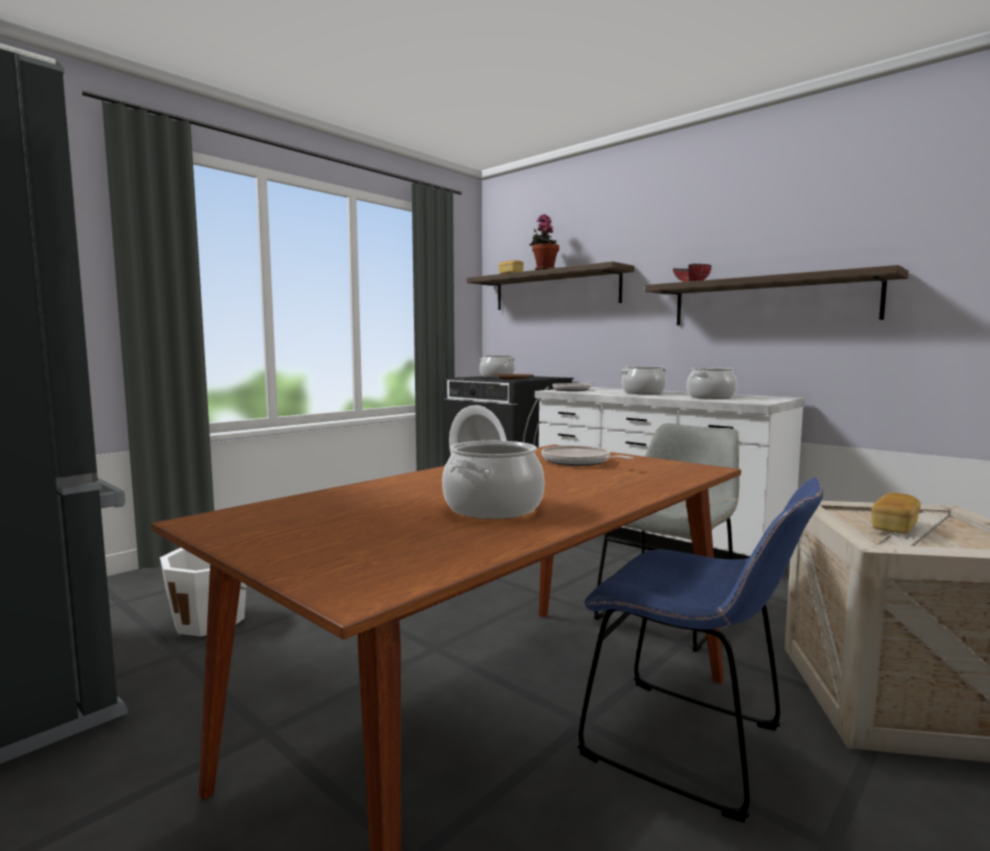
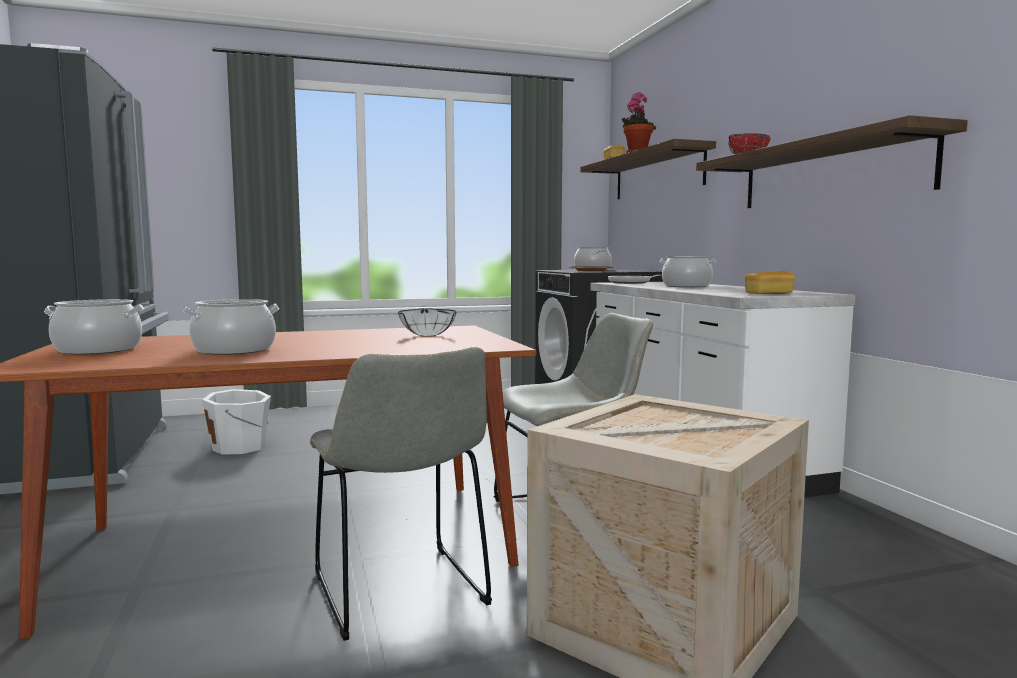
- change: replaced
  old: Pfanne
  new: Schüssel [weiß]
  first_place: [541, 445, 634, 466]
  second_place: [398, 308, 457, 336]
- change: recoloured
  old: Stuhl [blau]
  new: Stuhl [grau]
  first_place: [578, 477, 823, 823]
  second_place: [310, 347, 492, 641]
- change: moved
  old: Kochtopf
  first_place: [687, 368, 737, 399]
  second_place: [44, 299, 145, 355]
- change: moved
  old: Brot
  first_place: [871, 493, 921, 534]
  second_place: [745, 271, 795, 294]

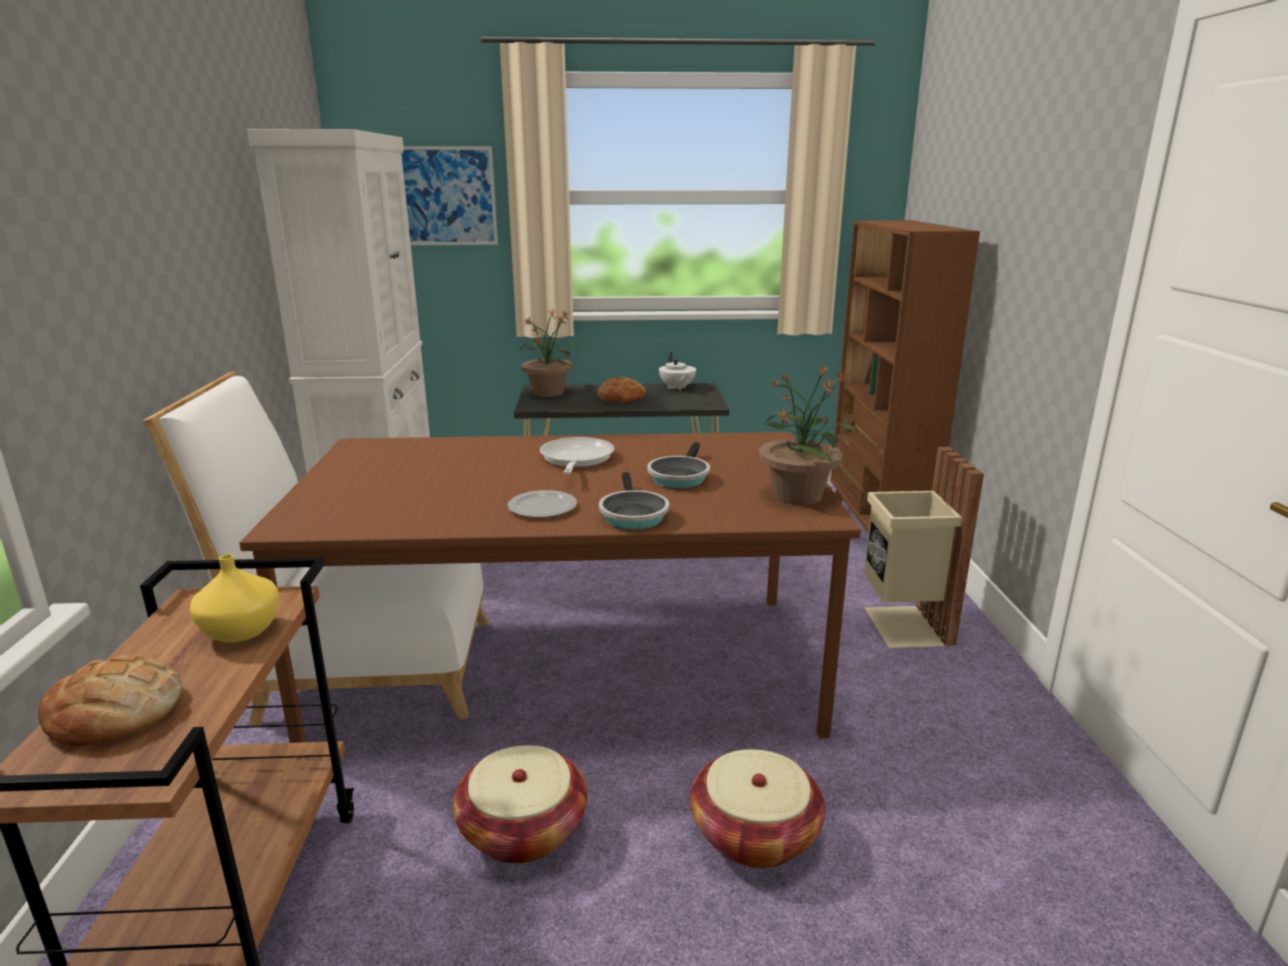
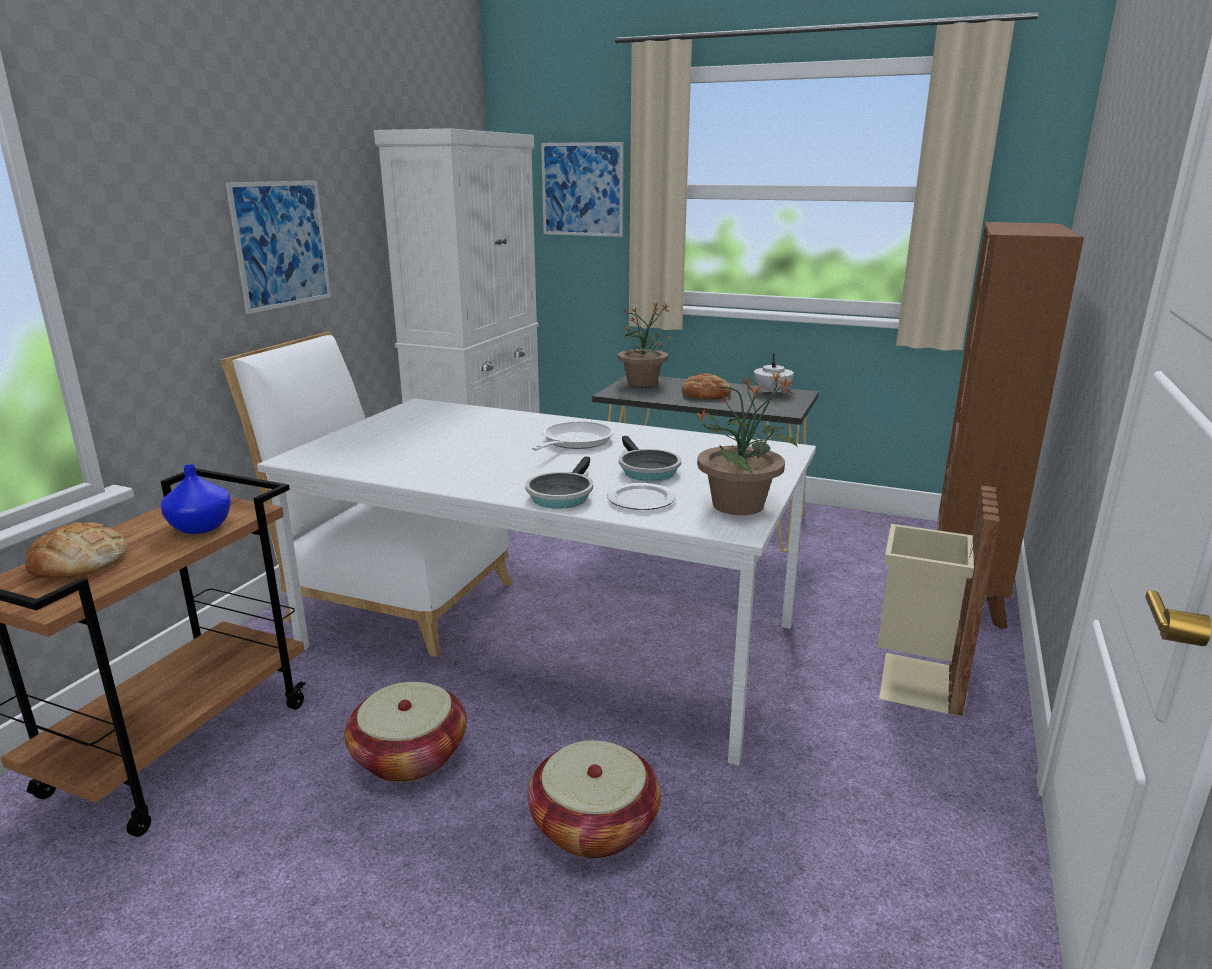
- change: recoloured
  old: Vase [gelb]
  new: Vase [blau]
  first_place: [190, 554, 280, 643]
  second_place: [160, 464, 231, 534]
- change: recoloured
  old: Esstisch [braun]
  new: Esstisch [weiß]
  first_place: [239, 432, 861, 743]
  second_place: [257, 399, 816, 765]
- change: moved
  old: Teller
  first_place: [508, 490, 577, 518]
  second_place: [607, 483, 676, 510]
- change: turned
  old: Pfanne
  first_place: [647, 442, 710, 489]
  second_place: [619, 436, 681, 481]
  degrees: -60
- change: added
  new: Bild
  second_place: [225, 181, 331, 314]

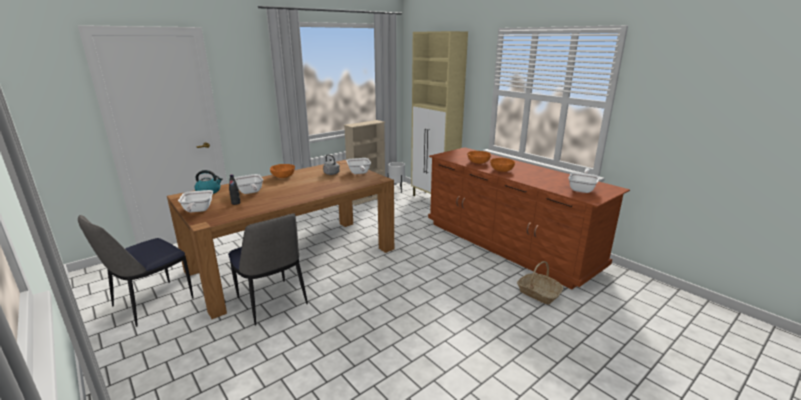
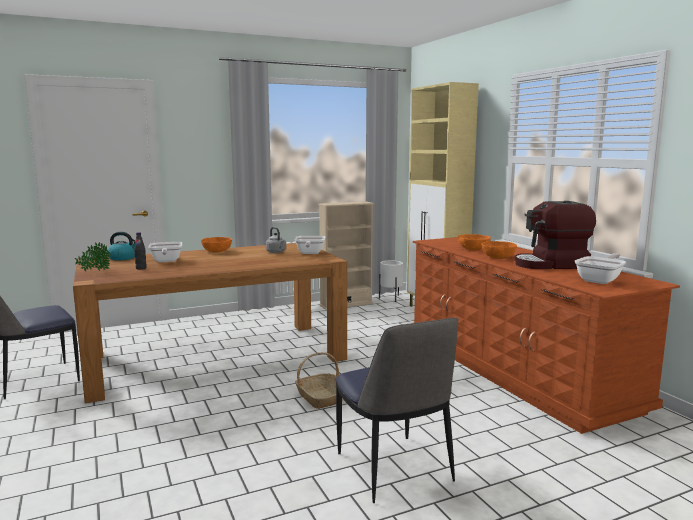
- change: replaced
  old: Pfanne
  new: Topfpflanze
  first_place: [178, 190, 213, 212]
  second_place: [75, 242, 111, 272]
- change: moved
  old: Stuhl
  first_place: [228, 214, 308, 325]
  second_place: [336, 318, 458, 503]
- change: moved
  old: Korb
  first_place: [517, 261, 563, 305]
  second_place: [295, 352, 343, 409]
- change: added
  new: Kaffeemaschine
  second_place: [515, 201, 596, 269]

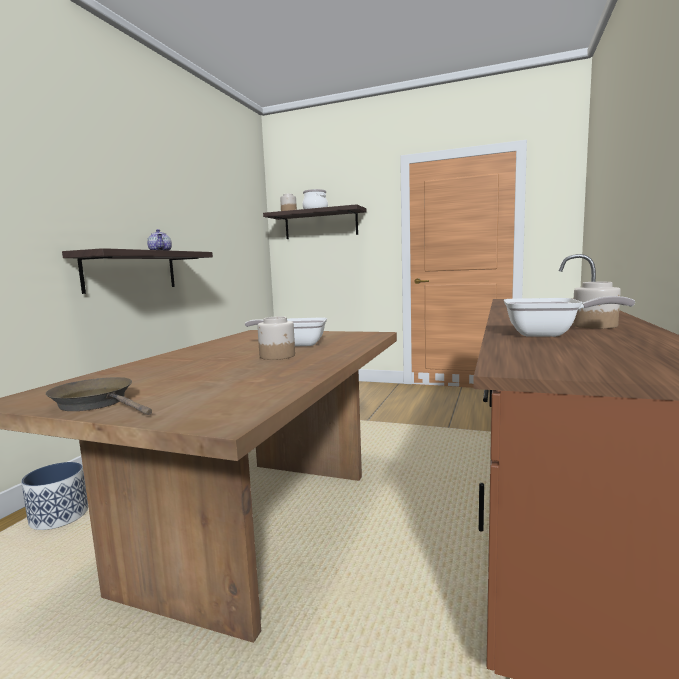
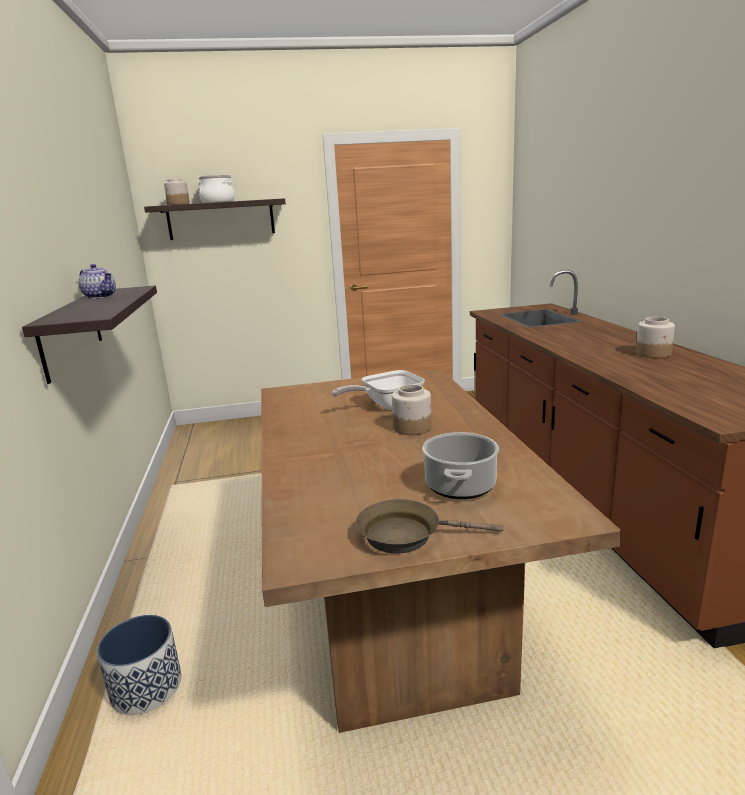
- change: removed
  old: Pfanne
  first_place: [504, 296, 635, 337]
- change: added
  new: Kochtopf
  second_place: [422, 432, 499, 499]

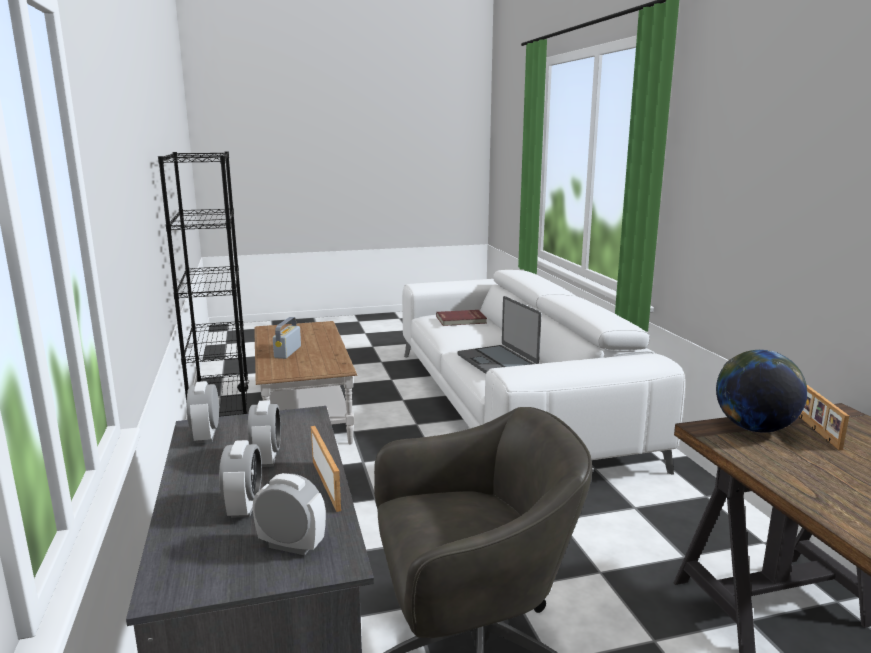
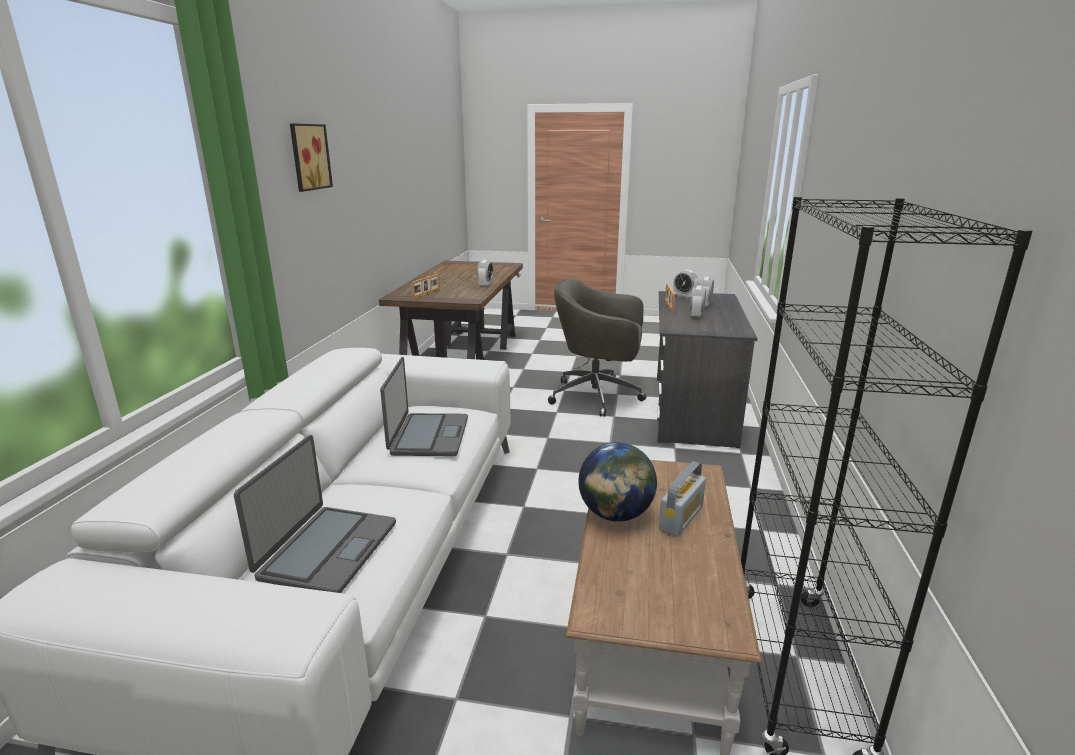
- change: moved
  old: Wecker
  first_place: [187, 381, 219, 443]
  second_place: [477, 260, 493, 287]
- change: replaced
  old: Buch [rot]
  new: Laptop
  first_place: [436, 310, 487, 326]
  second_place: [234, 435, 396, 593]
- change: moved
  old: Globus
  first_place: [716, 350, 807, 432]
  second_place: [578, 442, 657, 522]
- change: added
  new: Bild
  second_place: [290, 123, 333, 192]

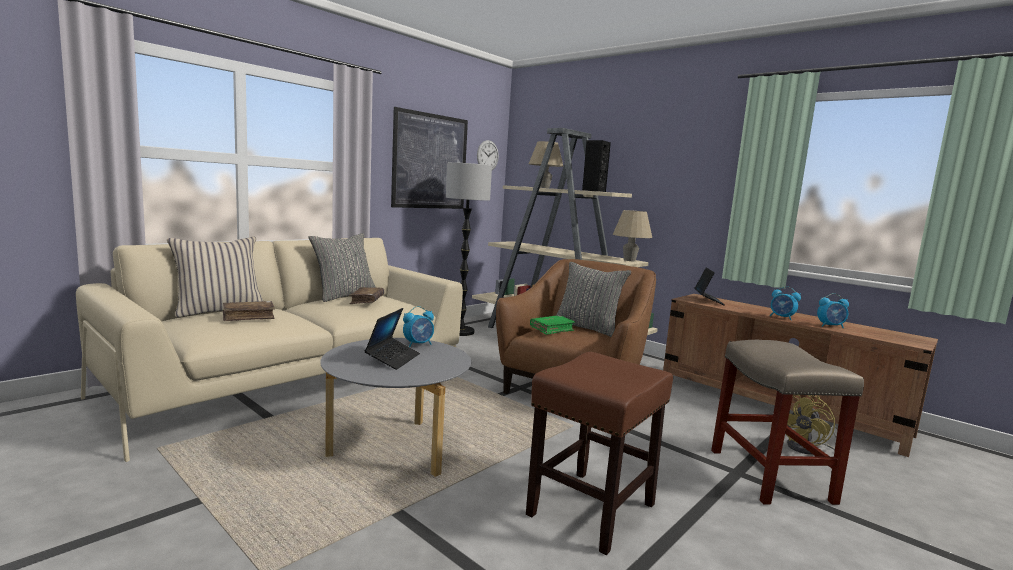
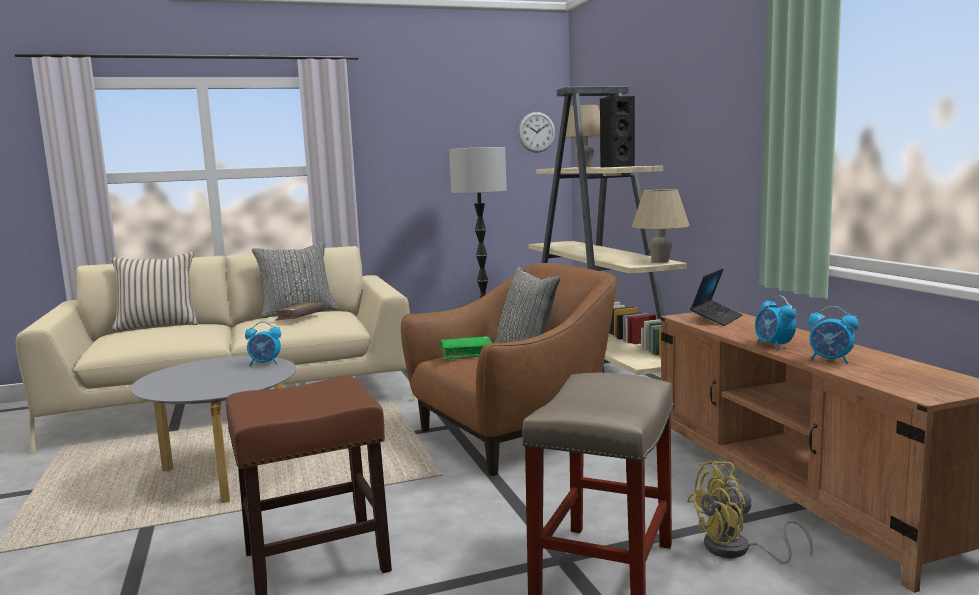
- change: removed
  old: Buch [braun]
  first_place: [223, 301, 275, 321]
- change: removed
  old: Laptop
  first_place: [364, 308, 420, 370]
- change: removed
  old: Bild
  first_place: [391, 107, 468, 209]

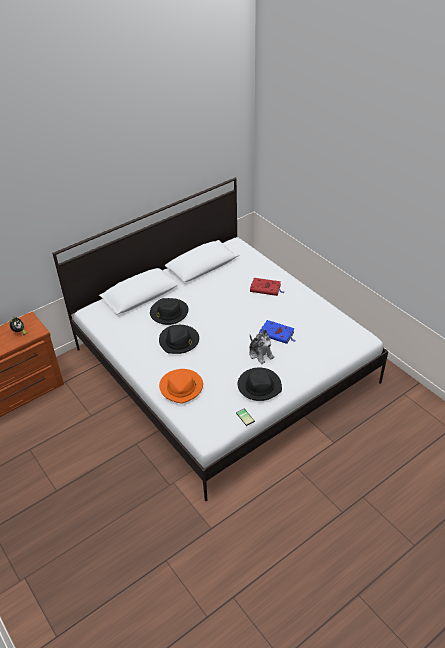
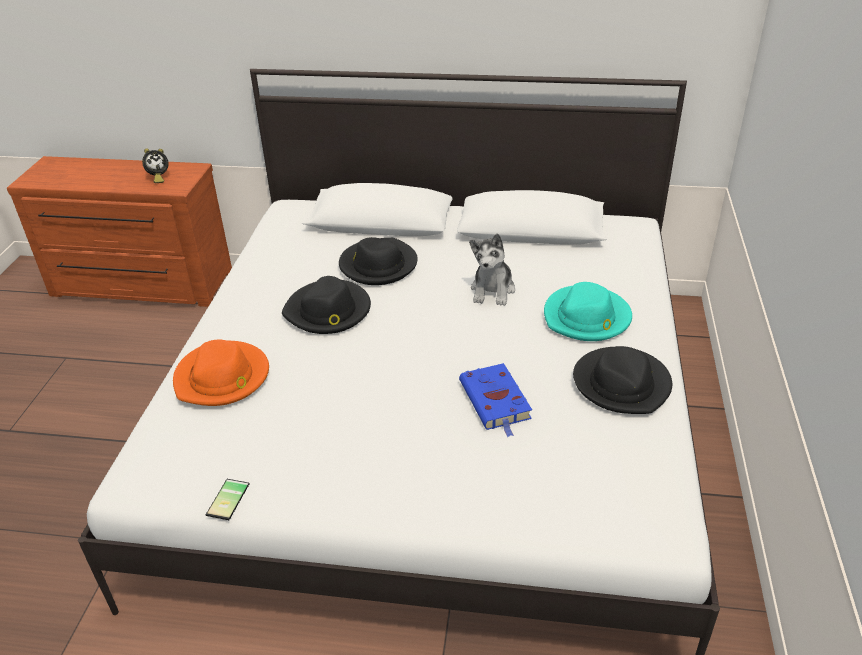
- change: moved
  old: Hut [schwarz]
  first_place: [238, 368, 282, 401]
  second_place: [573, 346, 672, 414]
- change: moved
  old: Plüschtier
  first_place: [249, 330, 274, 364]
  second_place: [469, 233, 515, 306]
- change: replaced
  old: Buch [rot]
  new: Hut [türkis]
  first_place: [250, 278, 284, 296]
  second_place: [544, 282, 632, 341]

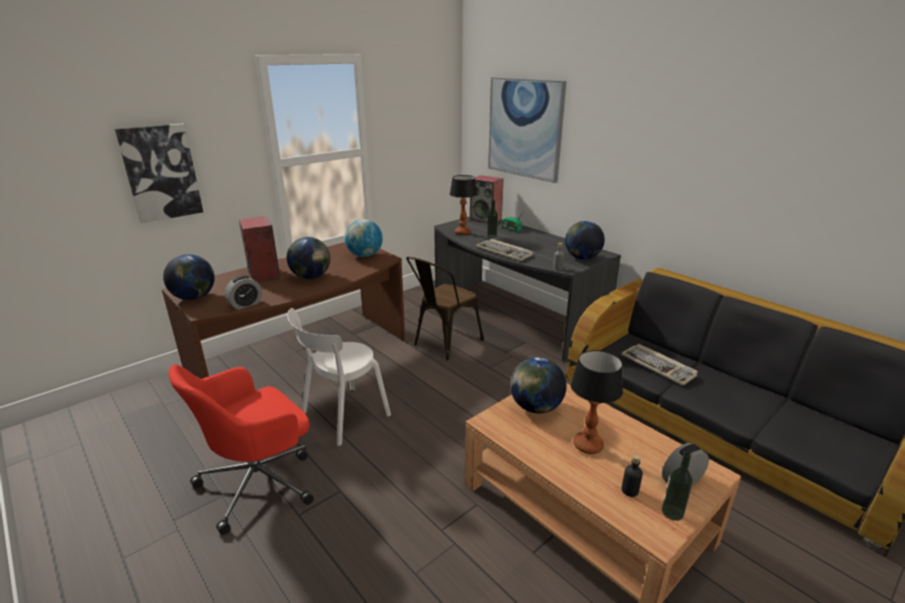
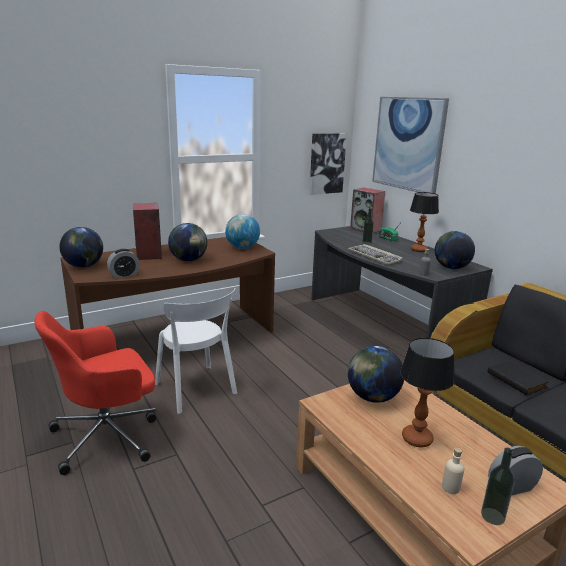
- change: moved
  old: Bild
  first_place: [115, 123, 203, 223]
  second_place: [309, 133, 347, 195]
- change: turned
  old: Stuhl [weiß]
  first_place: [287, 308, 391, 446]
  second_place: [155, 288, 237, 414]
  degrees: -90
- change: removed
  old: Stuhl [braun]
  first_place: [406, 256, 484, 360]
- change: moved
  old: Tischlampe
  first_place: [450, 175, 477, 235]
  second_place: [410, 192, 439, 252]
- change: replaced
  old: Tastatur
  new: Buch [schwarz]
  first_place: [621, 344, 698, 386]
  second_place: [488, 360, 548, 395]
- change: recoloured
  old: Flasche [schwarz]
  new: Flasche [beige]
  first_place: [622, 454, 643, 497]
  second_place: [442, 447, 464, 494]

